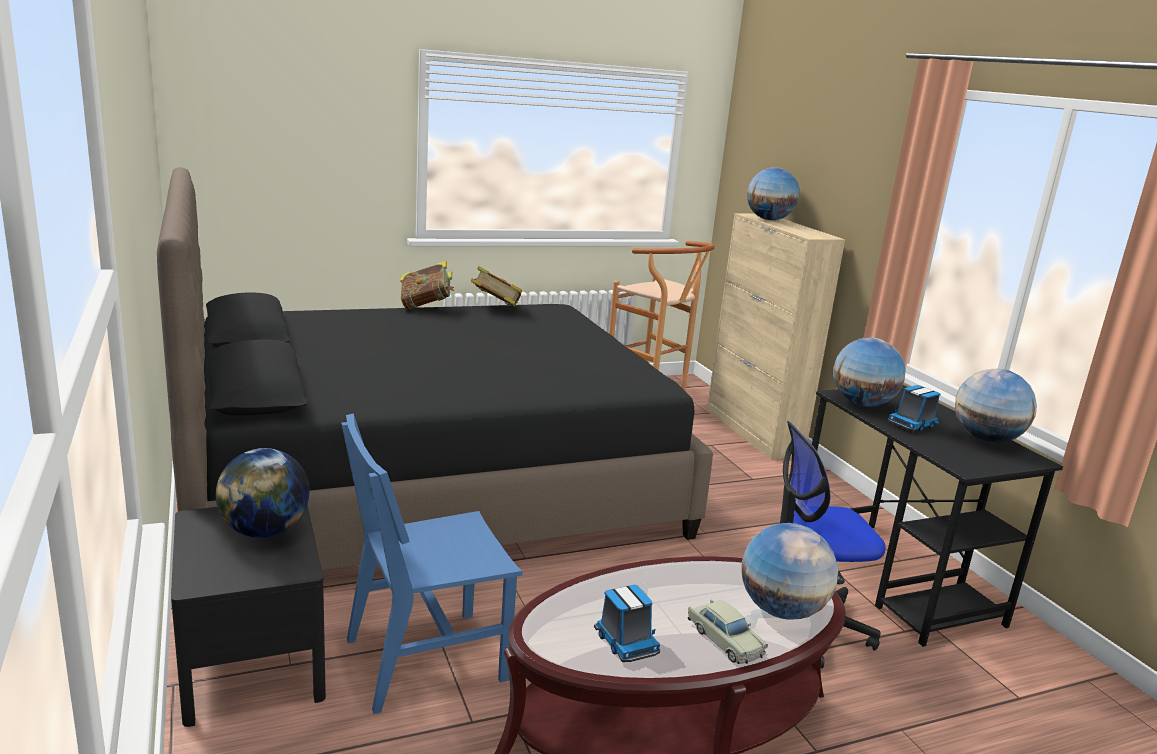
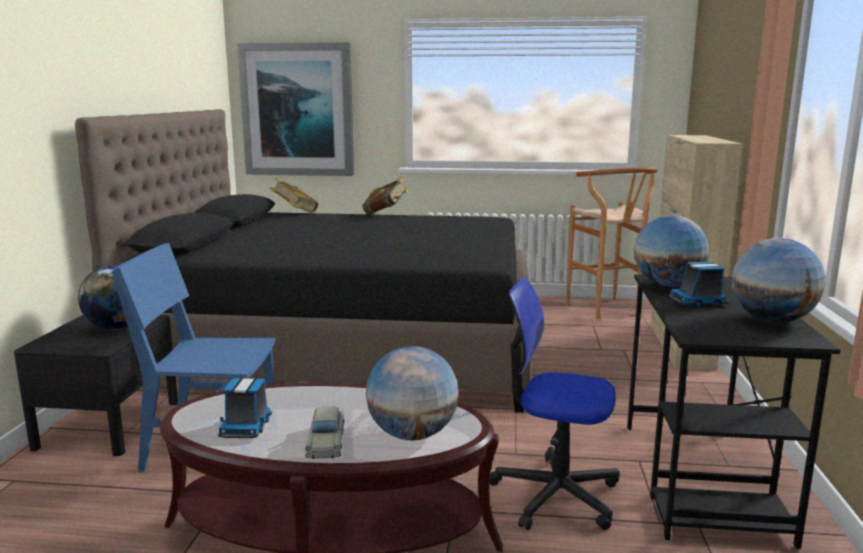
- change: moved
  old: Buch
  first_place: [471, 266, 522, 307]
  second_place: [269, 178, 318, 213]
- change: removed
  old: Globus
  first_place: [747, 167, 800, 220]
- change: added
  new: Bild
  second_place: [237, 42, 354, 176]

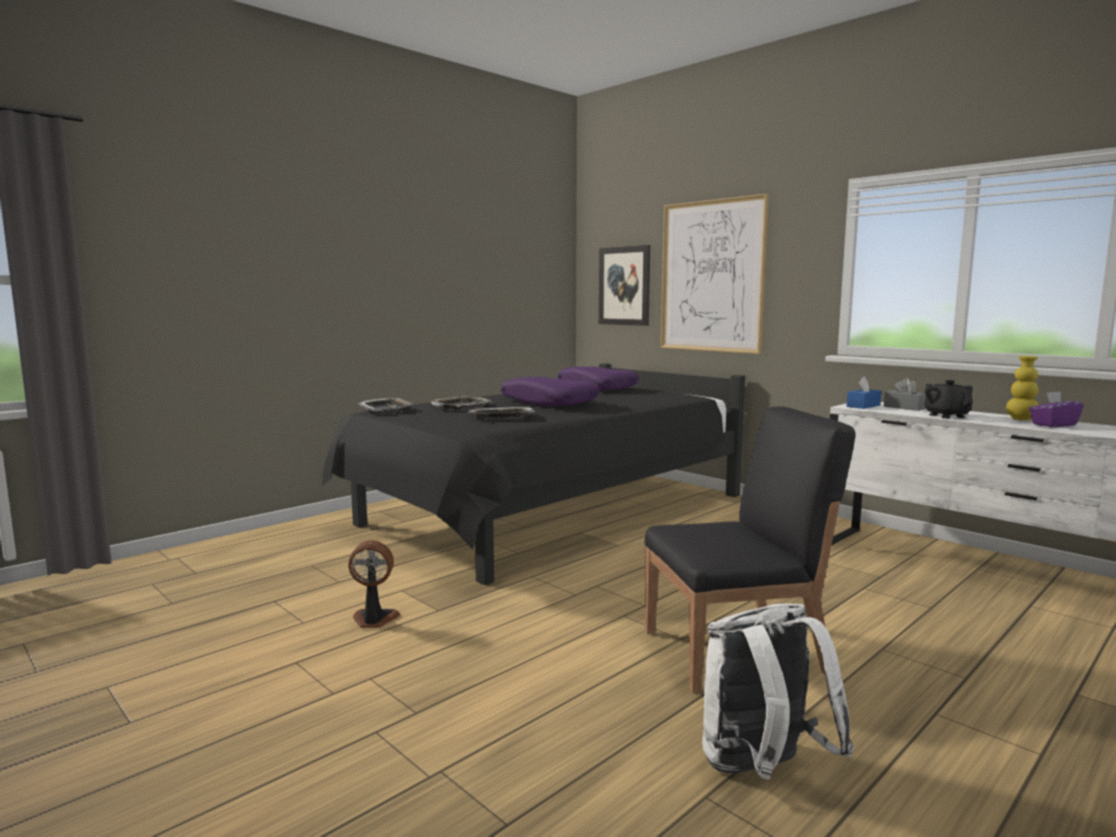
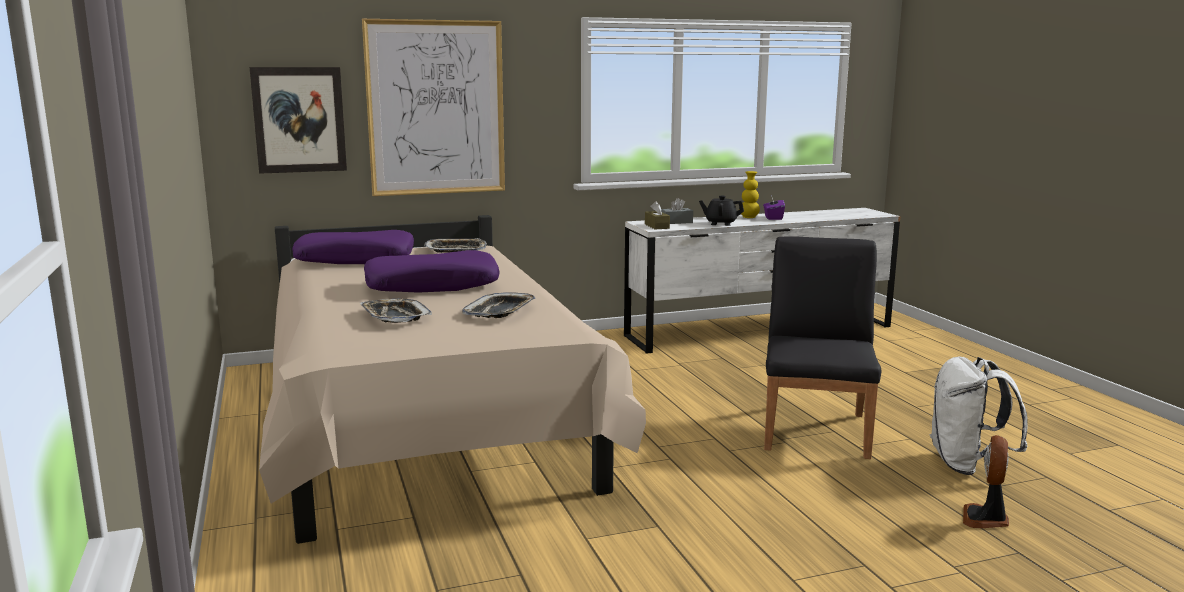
- change: recoloured
  old: Bett [schwarz]
  new: Bett [beige]
  first_place: [322, 363, 745, 585]
  second_place: [259, 215, 646, 544]
- change: moved
  old: Ventilator
  first_place: [348, 540, 400, 628]
  second_place: [963, 435, 1009, 528]
- change: moved
  old: Tablett
  first_place: [358, 398, 414, 413]
  second_place: [424, 238, 487, 253]
- change: recoloured
  old: Taschentuchbox [blau]
  new: Taschentuchbox [braun]
  first_place: [847, 377, 881, 409]
  second_place: [645, 201, 670, 229]

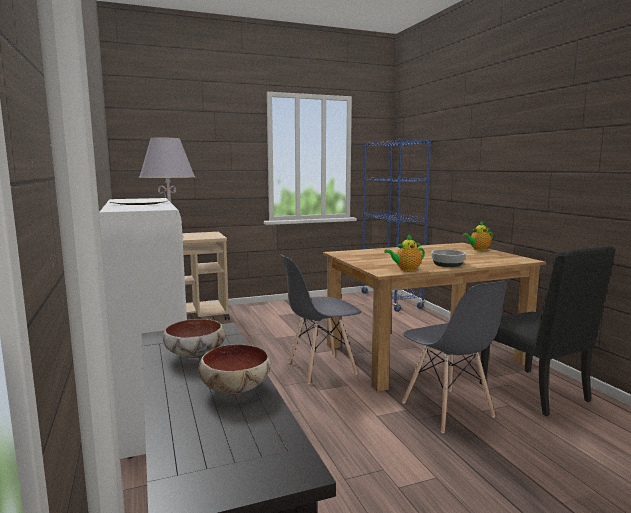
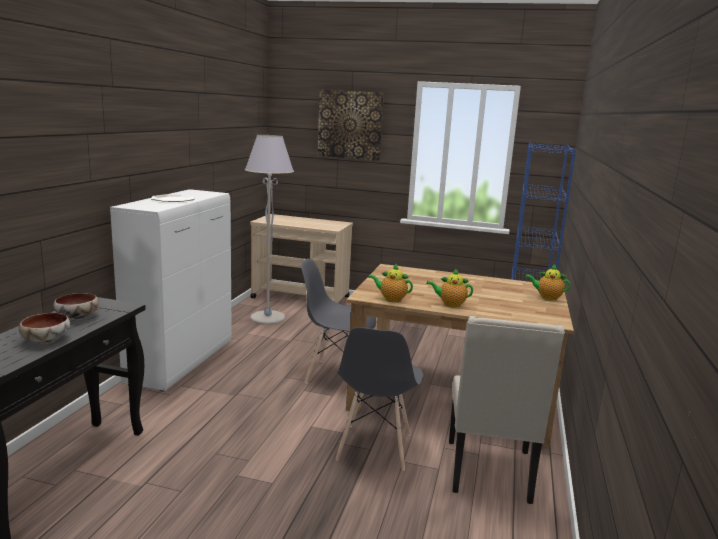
- change: replaced
  old: Schüssel
  new: Teekanne
  first_place: [431, 249, 466, 267]
  second_place: [426, 268, 473, 308]
- change: recoloured
  old: Stuhl [schwarz]
  new: Stuhl [beige]
  first_place: [480, 245, 616, 417]
  second_place: [449, 316, 565, 504]
- change: added
  new: Bild
  second_place: [318, 90, 384, 160]

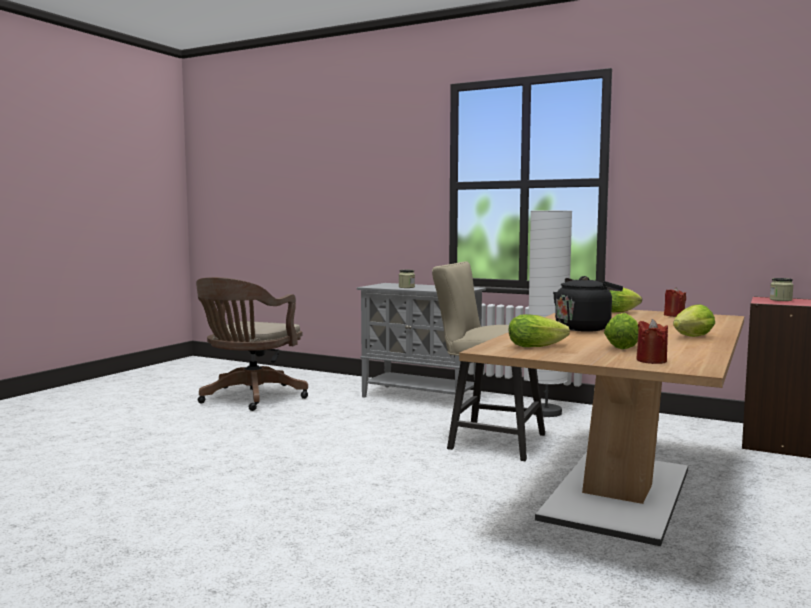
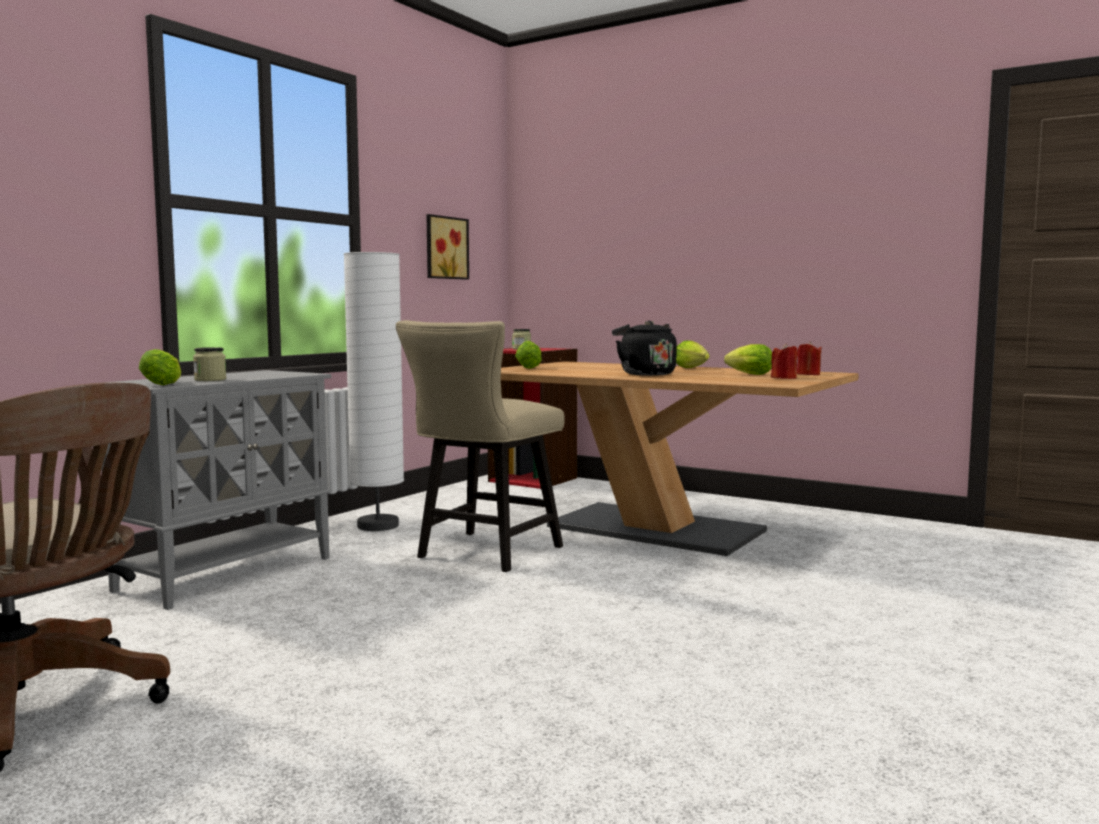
- change: moved
  old: Salatkopf
  first_place: [509, 314, 570, 347]
  second_place: [139, 349, 181, 385]
- change: moved
  old: Kerze [rot]
  first_place: [664, 287, 686, 317]
  second_place: [771, 343, 798, 379]
- change: added
  new: Bild
  second_place: [427, 214, 469, 280]

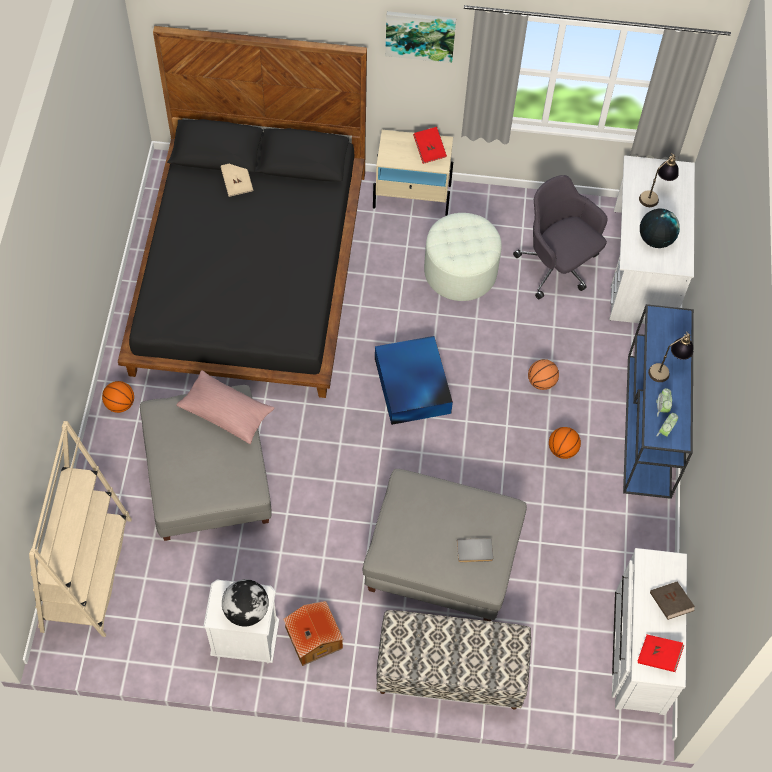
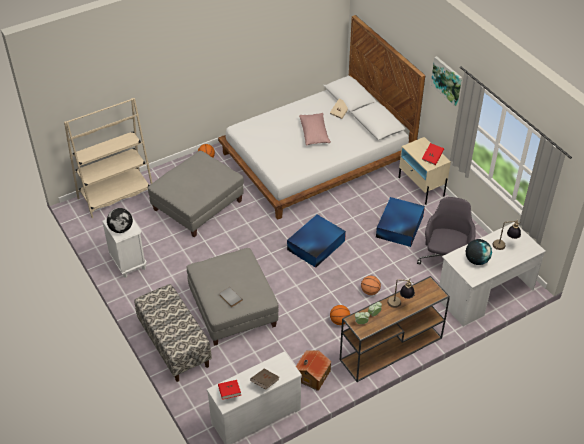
- change: recoloured
  old: Bett [schwarz]
  new: Bett [weiß]
  first_place: [118, 26, 367, 398]
  second_place: [218, 15, 425, 220]
- change: moved
  old: Kissen [rosa]
  first_place: [176, 370, 274, 444]
  second_place: [299, 113, 331, 146]
- change: moved
  old: Spielzeughaus
  first_place: [283, 601, 344, 666]
  second_place: [296, 350, 332, 391]
- change: replaced
  old: Polsterhocker [weiß]
  new: Aufbewahrungsbox [blau]
  first_place: [424, 213, 502, 301]
  second_place: [376, 197, 425, 247]
- change: recoloured
  old: Konsolentisch [blau]
  new: Konsolentisch [braun]
  first_place: [623, 304, 694, 499]
  second_place: [340, 276, 450, 382]

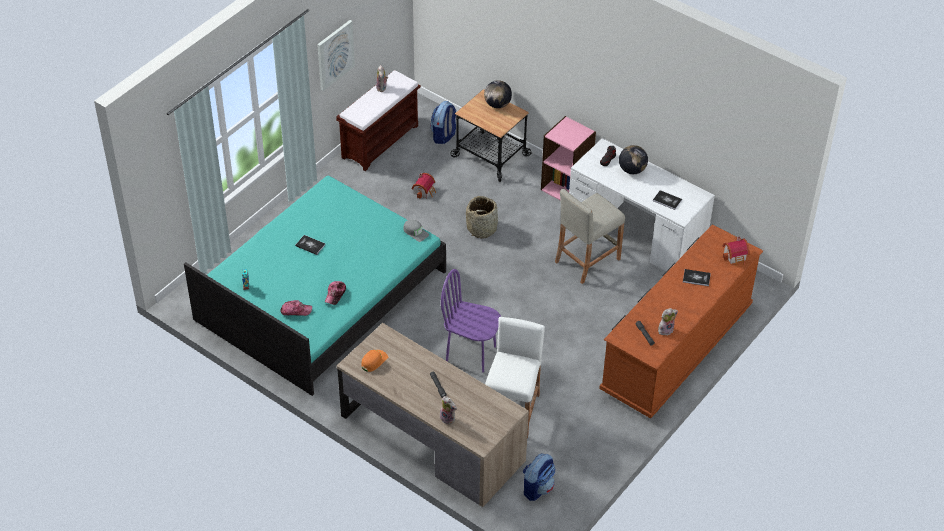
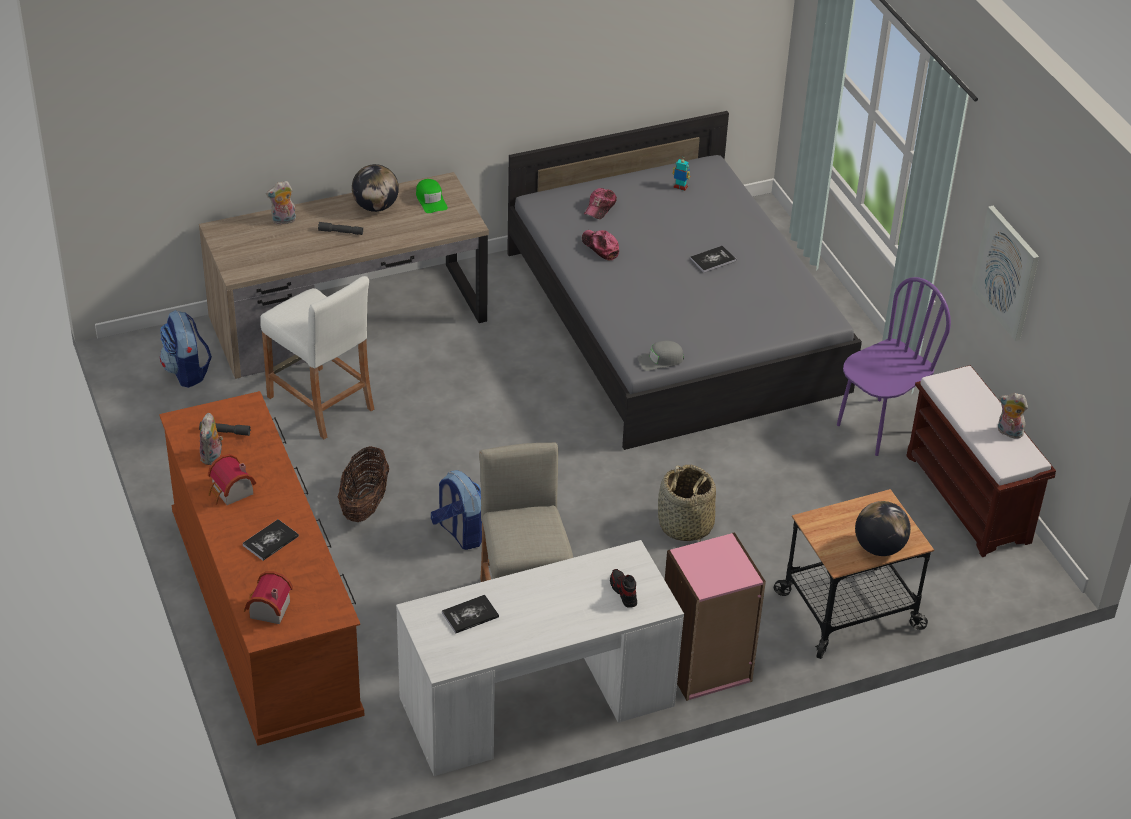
- change: recoloured
  old: Bett [türkis]
  new: Bett [grau]
  first_place: [184, 176, 446, 396]
  second_place: [507, 111, 862, 450]
- change: recoloured
  old: Kappe [orange]
  new: Kappe [grün]
  first_place: [361, 350, 388, 372]
  second_place: [416, 179, 448, 213]
- change: moved
  old: Spielzeughaus
  first_place: [412, 173, 436, 199]
  second_place: [208, 454, 256, 505]
- change: moved
  old: Rucksack
  first_place: [430, 101, 456, 144]
  second_place: [431, 470, 482, 550]
- change: moved
  old: Stuhl [lila]
  first_place: [441, 269, 501, 372]
  second_place: [837, 277, 951, 456]
- change: moved
  old: Globus
  first_place: [619, 145, 648, 174]
  second_place: [352, 164, 399, 212]
- change: added
  new: Korb
  second_place: [338, 446, 389, 522]

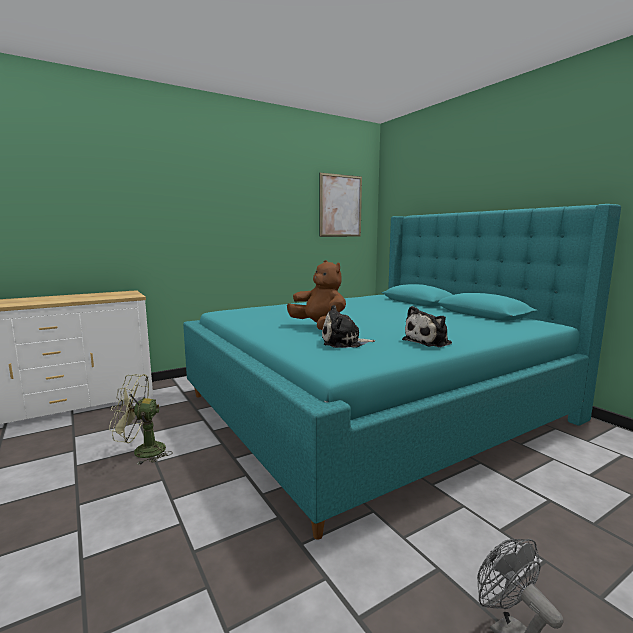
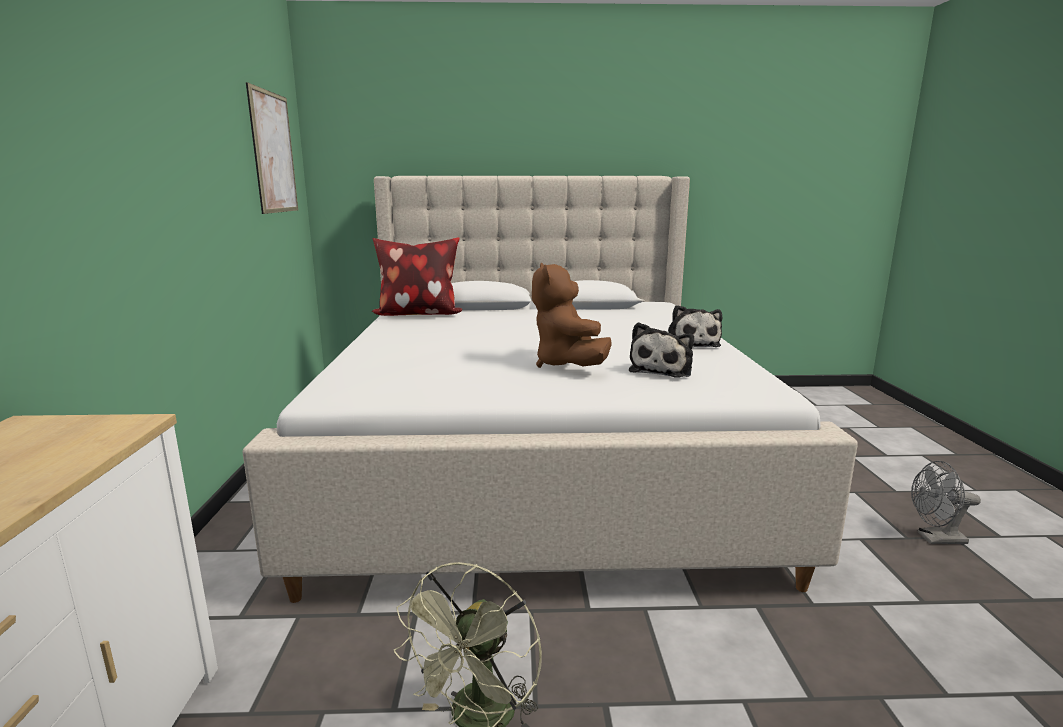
- change: recoloured
  old: Bett [türkis]
  new: Bett [beige]
  first_place: [183, 204, 621, 540]
  second_place: [242, 176, 858, 603]
- change: turned
  old: Plüschtier [braun]
  first_place: [287, 260, 346, 330]
  second_place: [532, 263, 612, 368]
  degrees: -90
- change: added
  new: Kissen
  second_place: [372, 237, 462, 316]

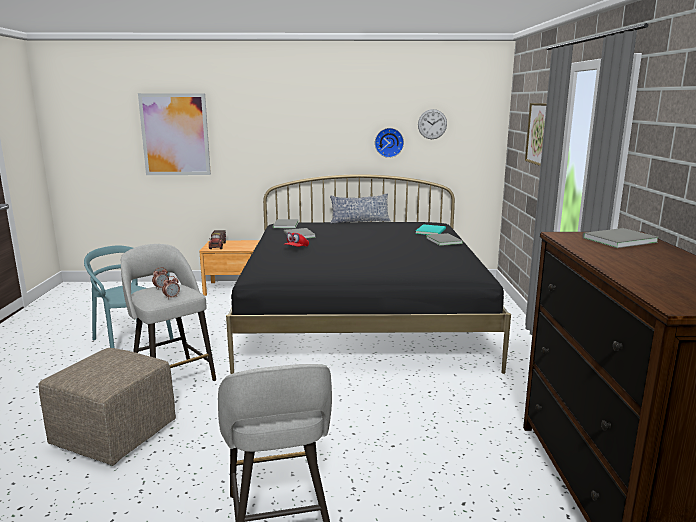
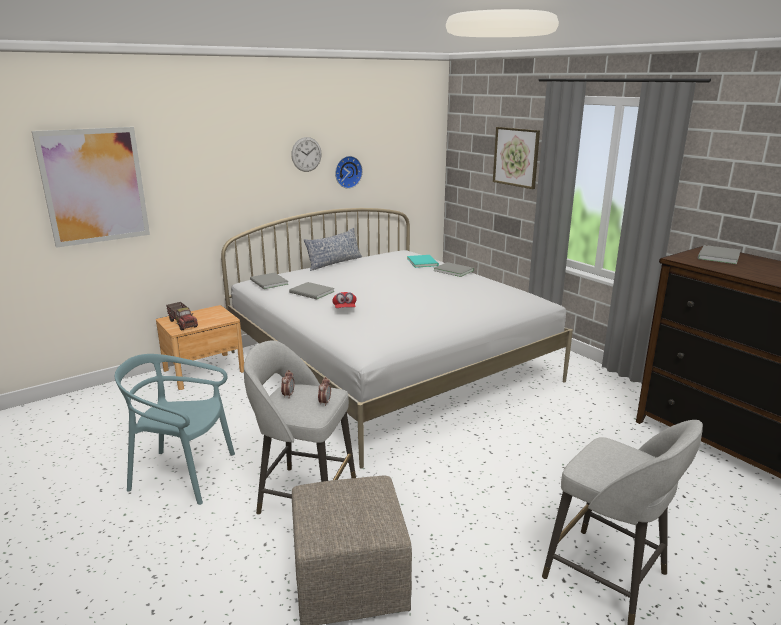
- change: recoloured
  old: Bett [schwarz]
  new: Bett [weiß]
  first_place: [226, 174, 511, 374]
  second_place: [221, 208, 573, 469]
- change: moved
  old: Wanduhr
  first_place: [418, 109, 447, 139]
  second_place: [291, 137, 322, 172]

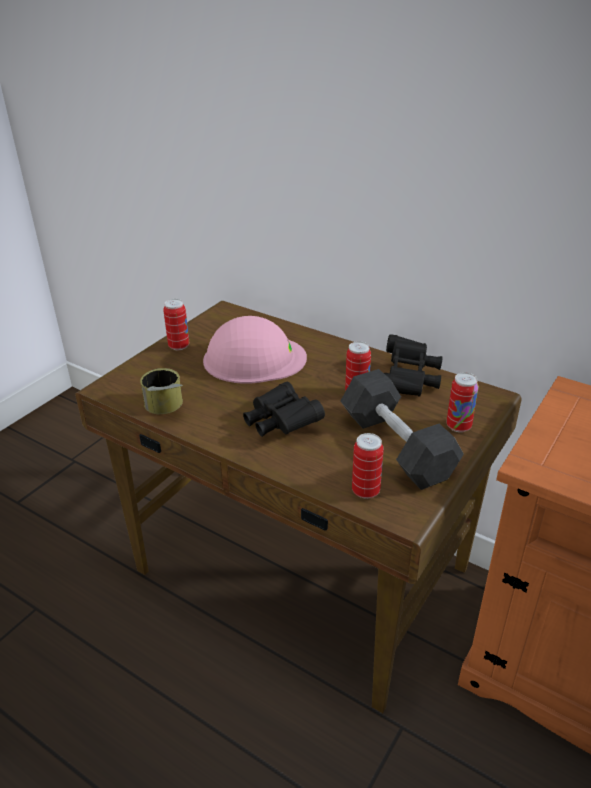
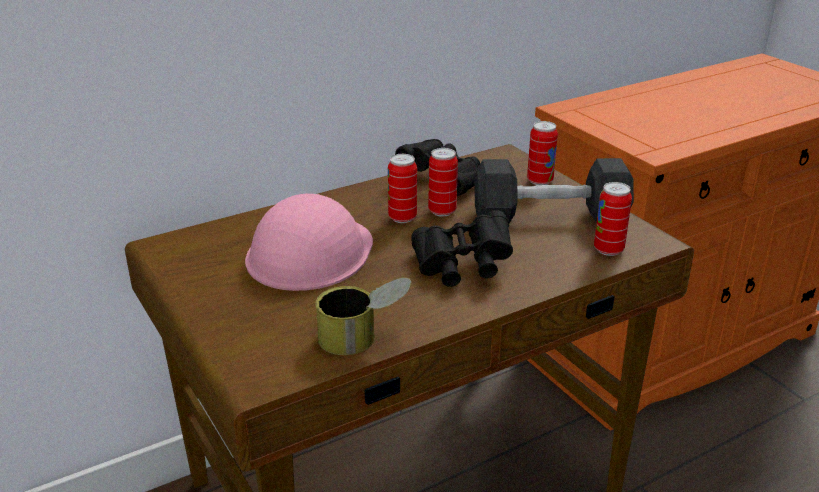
- change: moved
  old: Dose
  first_place: [163, 299, 189, 350]
  second_place: [388, 154, 417, 223]

